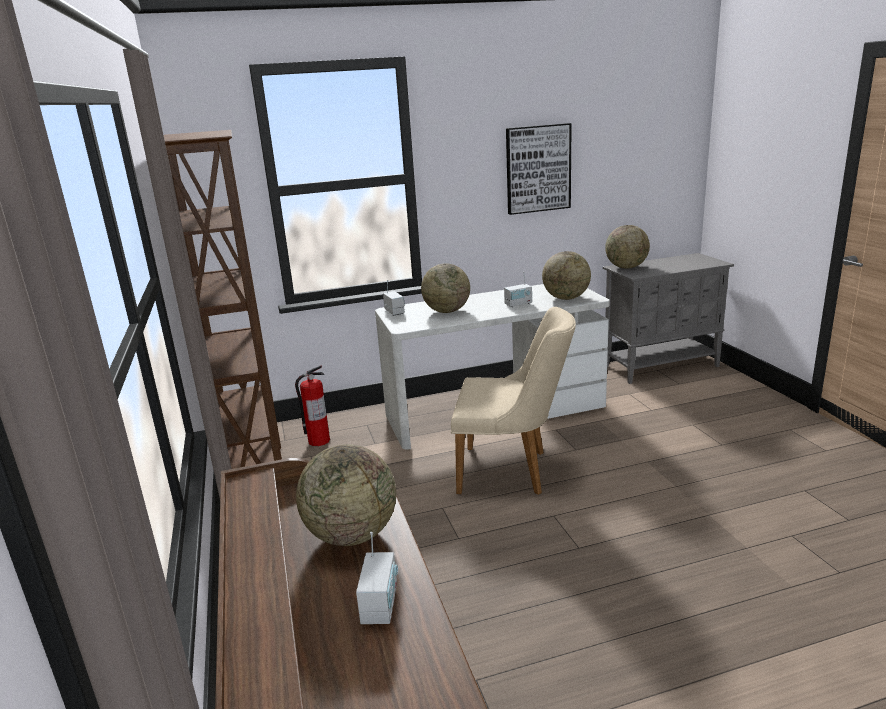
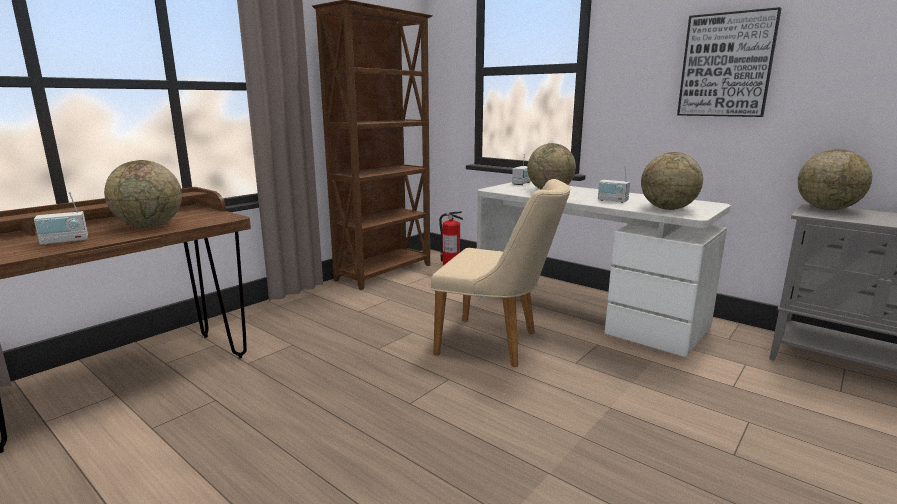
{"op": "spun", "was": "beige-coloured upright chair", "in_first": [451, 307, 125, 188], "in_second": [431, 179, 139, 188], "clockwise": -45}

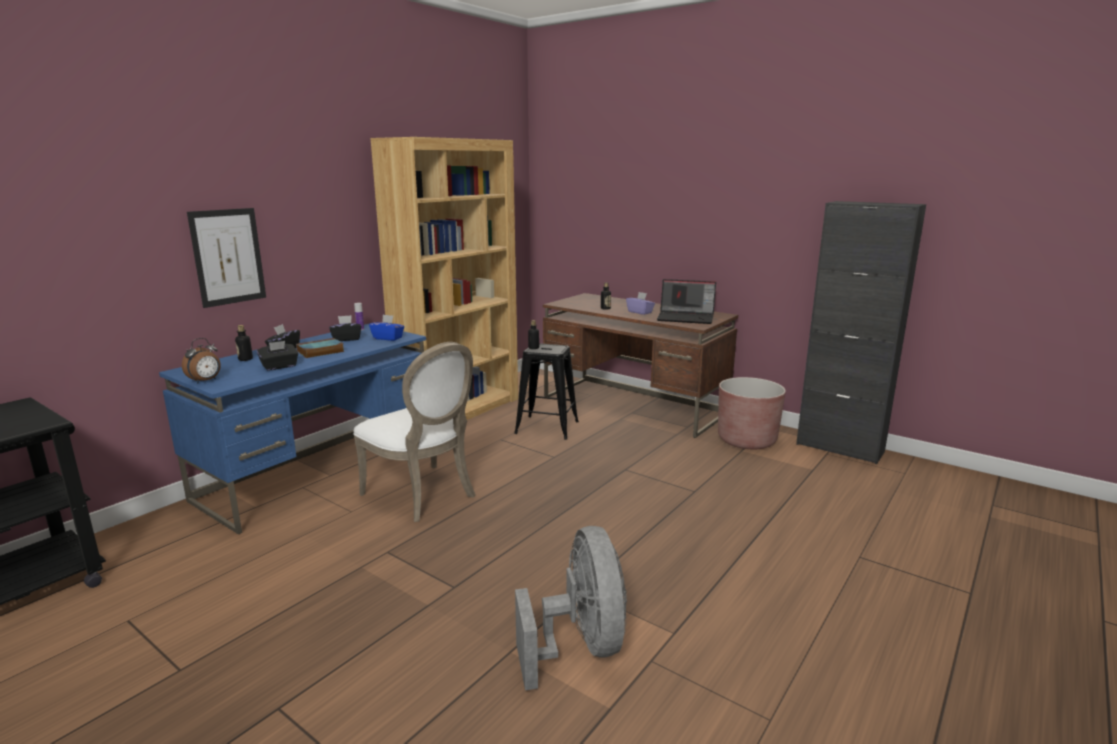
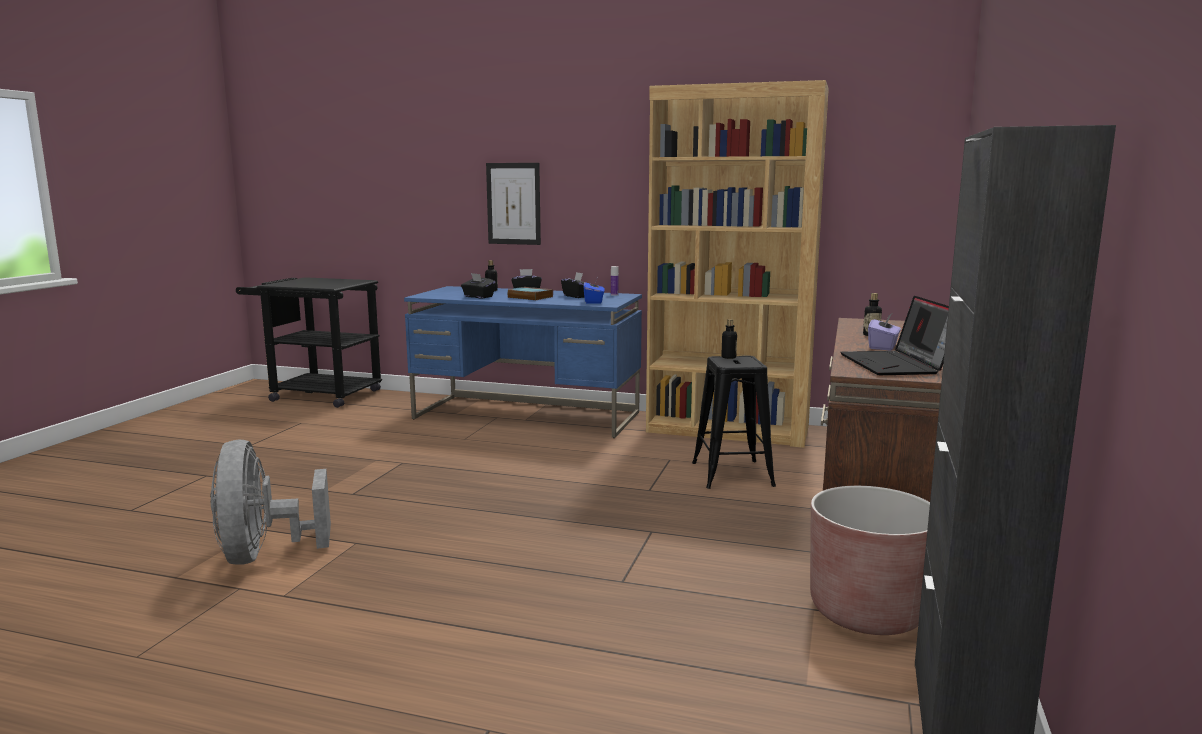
{"op": "spun", "was": "gray cooling fan", "in_first": [515, 526, 112, 164], "in_second": [210, 440, 121, 125], "clockwise": 105}
{"op": "missing", "was": "table clock", "in_first": [182, 338, 39, 46]}
{"op": "missing", "was": "white-coloured upright chair", "in_first": [353, 342, 123, 180]}

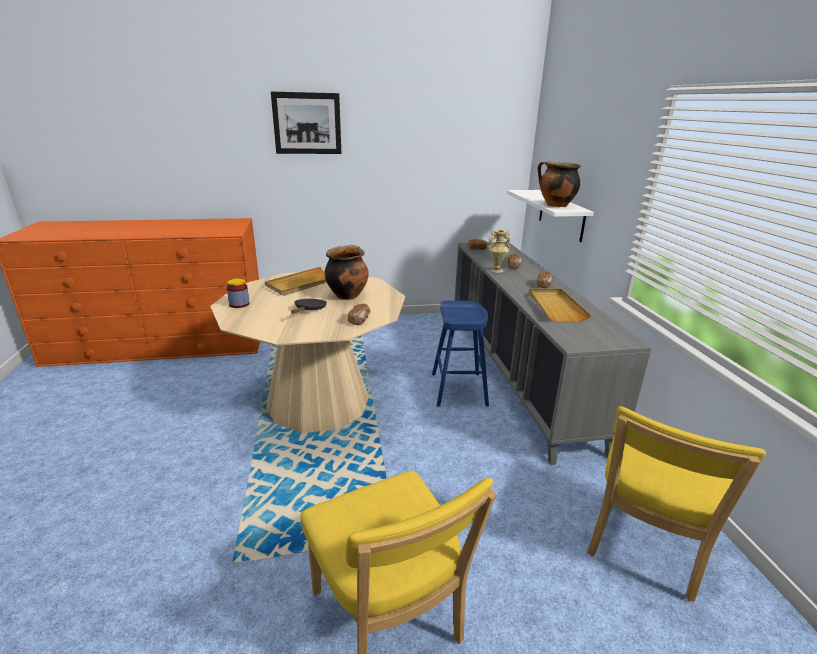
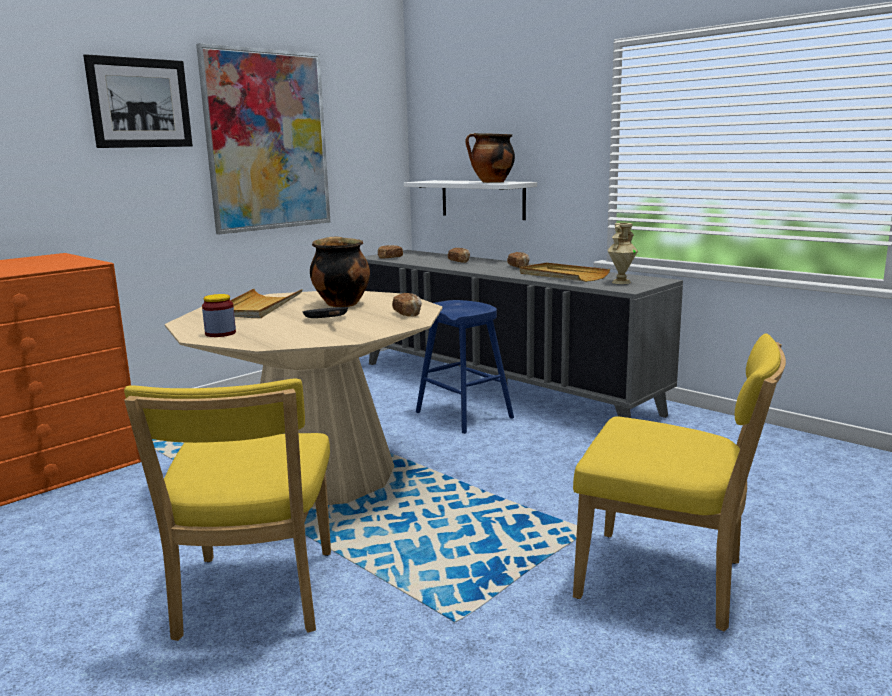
{"op": "relocated", "was": "yellow-coloured upright chair", "in_first": [587, 406, 179, 195], "in_second": [124, 379, 207, 262]}
{"op": "appeared", "now": "wall art", "in_second": [196, 43, 134, 191]}
{"op": "relocated", "was": "beige-coloured flower vase", "in_first": [489, 230, 22, 43], "in_second": [608, 223, 30, 61]}

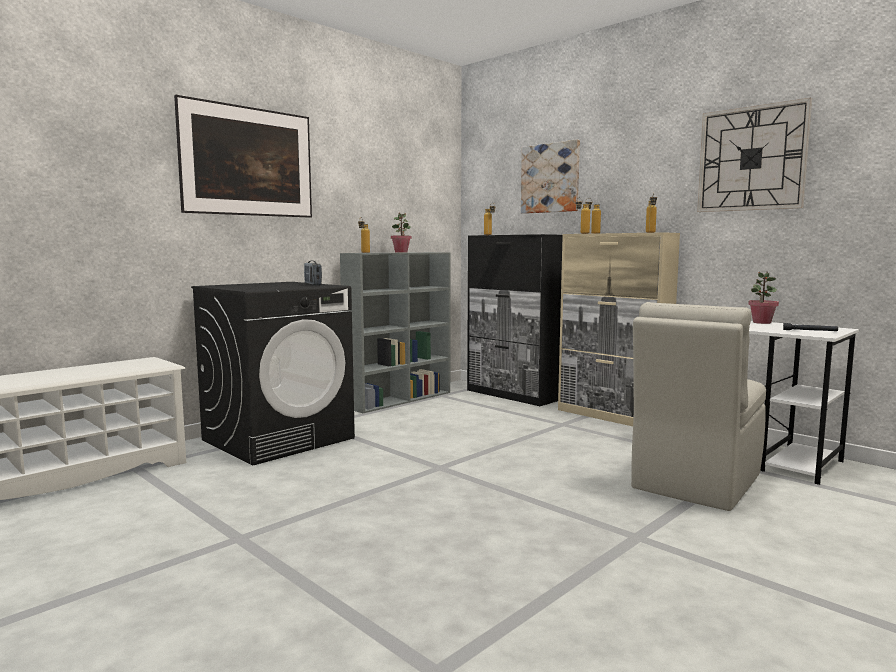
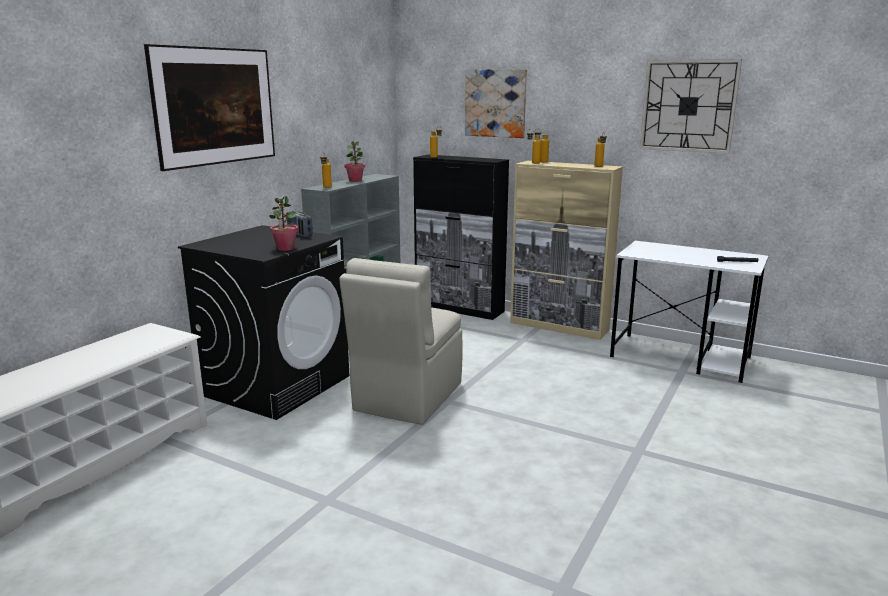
{"op": "relocated", "was": "plant in a pot", "in_first": [748, 272, 31, 52], "in_second": [269, 196, 29, 55]}
{"op": "relocated", "was": "beige-coloured upright chair", "in_first": [631, 302, 135, 209], "in_second": [339, 258, 123, 167]}

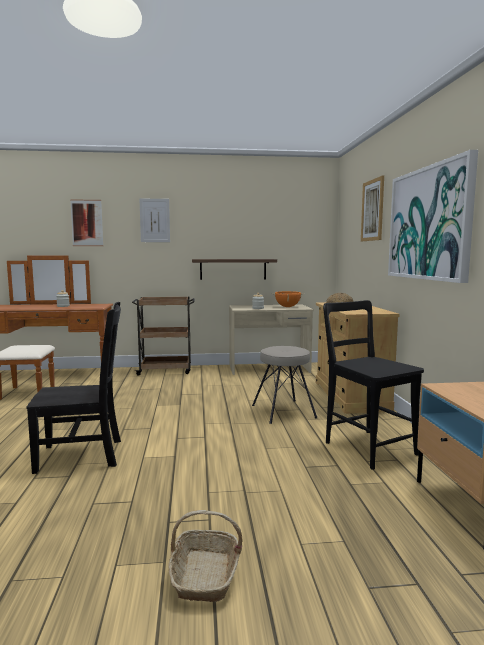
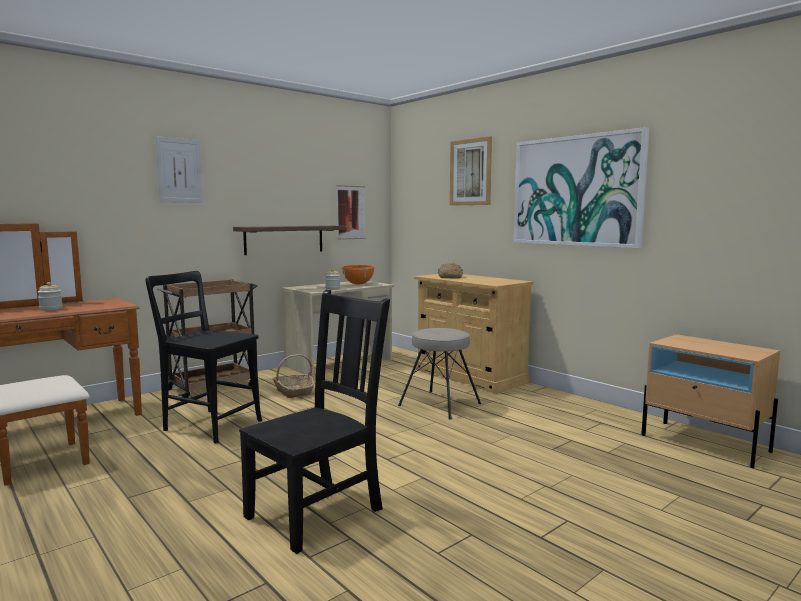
{"op": "relocated", "was": "black-coloured upright chair", "in_first": [323, 300, 101, 170], "in_second": [146, 271, 116, 172]}
{"op": "relocated", "was": "basket", "in_first": [168, 510, 75, 92], "in_second": [273, 355, 41, 43]}
{"op": "relocated", "was": "wall art", "in_first": [70, 199, 33, 47], "in_second": [336, 185, 29, 55]}

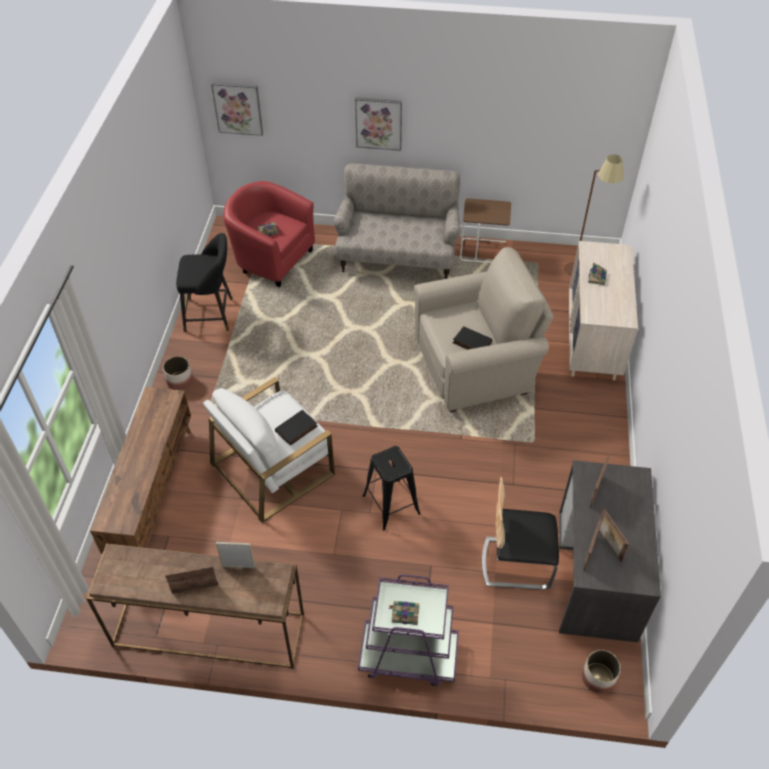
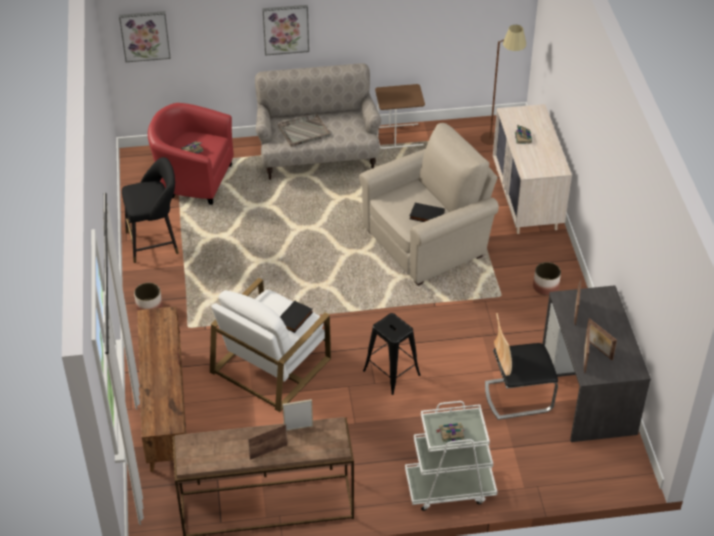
{"op": "appeared", "now": "gray tray", "in_second": [278, 113, 52, 34]}
{"op": "colour", "was": "purple wheeled cart", "now": "white-coloured wheeled cart", "in_first": [358, 574, 101, 112], "in_second": [405, 401, 92, 110]}
{"op": "relocated", "was": "flower pot", "in_first": [582, 650, 39, 44], "in_second": [533, 262, 28, 34]}

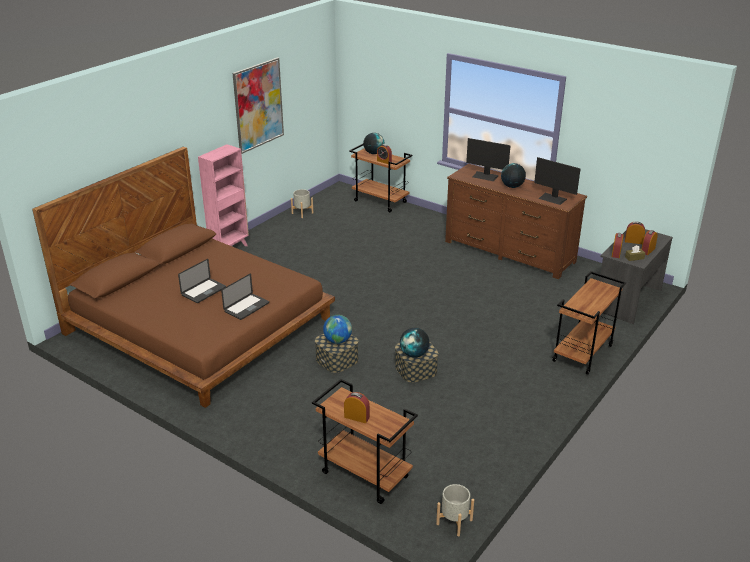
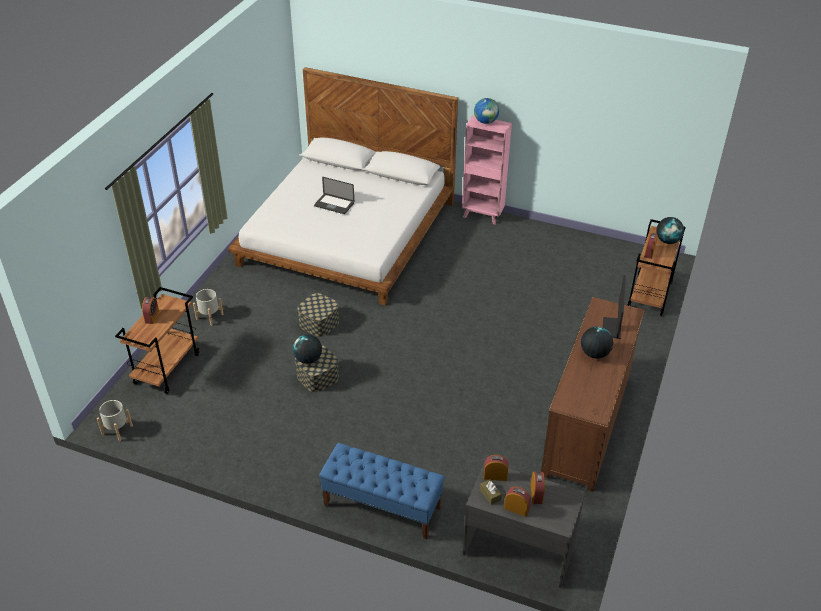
{"op": "relocated", "was": "gray flower pot", "in_first": [291, 189, 22, 29], "in_second": [193, 289, 30, 37]}
{"op": "colour", "was": "brown-coloured bed", "now": "white-coloured bed", "in_first": [32, 147, 303, 261], "in_second": [228, 67, 230, 238]}
{"op": "exchanged", "was": "brown-coloured wheeled cart", "now": "bluish bench", "in_first": [552, 271, 74, 104], "in_second": [319, 443, 126, 96]}
{"op": "relocated", "was": "globe", "in_first": [323, 315, 29, 29], "in_second": [474, 98, 25, 26]}
{"op": "missing", "was": "portable computer", "in_first": [221, 274, 48, 46]}
{"op": "missing", "was": "wall art", "in_first": [233, 57, 51, 97]}
{"op": "missing", "was": "computer display", "in_first": [534, 157, 47, 48]}

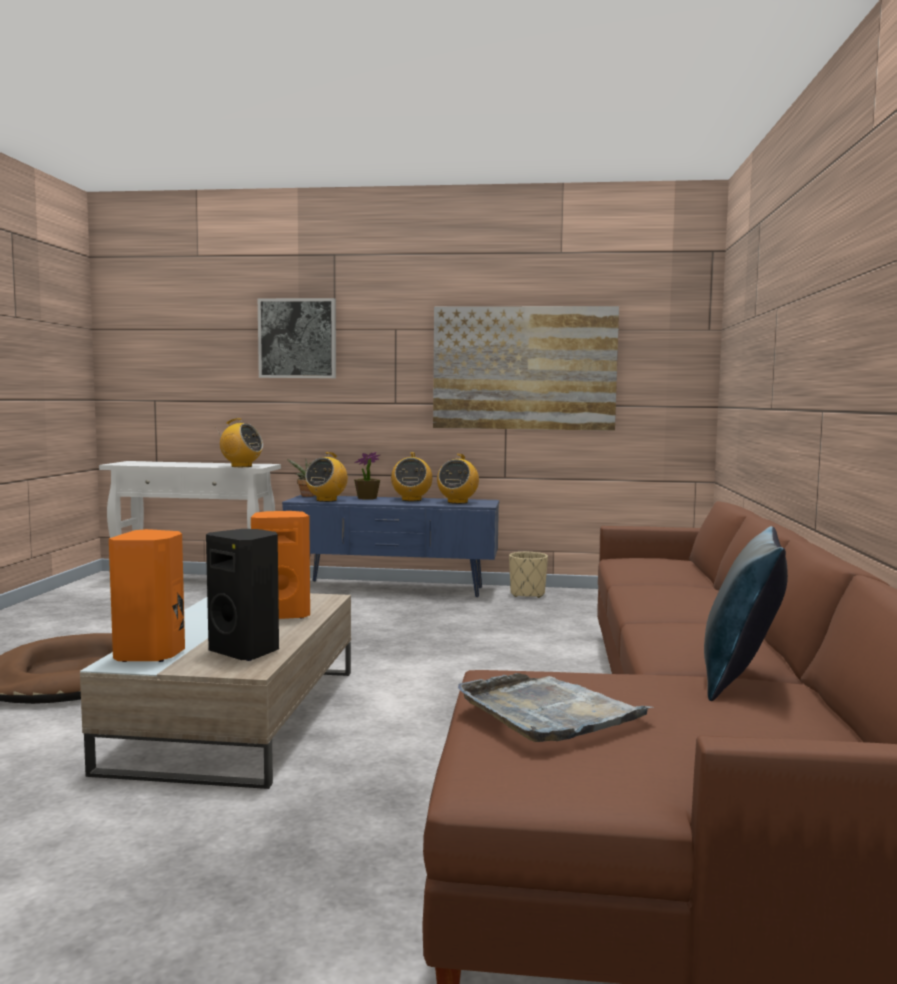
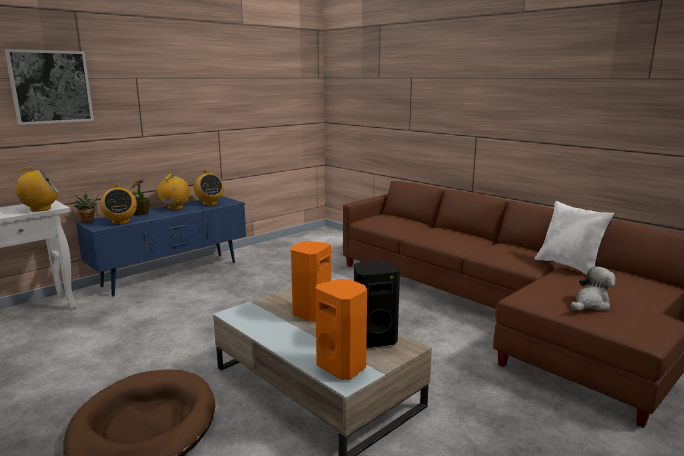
{"op": "spun", "was": "radio receiver", "in_first": [391, 452, 41, 49], "in_second": [158, 174, 32, 36], "clockwise": -120}
{"op": "colour", "was": "bluish cushion", "now": "white-coloured cushion", "in_first": [704, 526, 84, 175], "in_second": [535, 201, 79, 73]}
{"op": "exchanged", "was": "gray tray", "now": "soft toy", "in_first": [458, 673, 197, 69], "in_second": [571, 267, 45, 44]}
{"op": "missing", "was": "wall art", "in_first": [433, 306, 186, 125]}
{"op": "missing", "was": "beige-coloured flower pot", "in_first": [509, 552, 39, 46]}

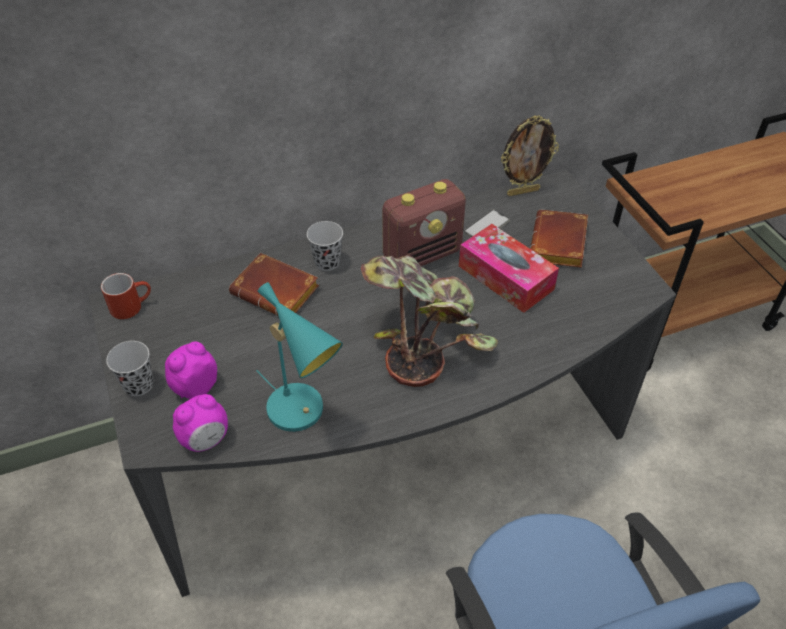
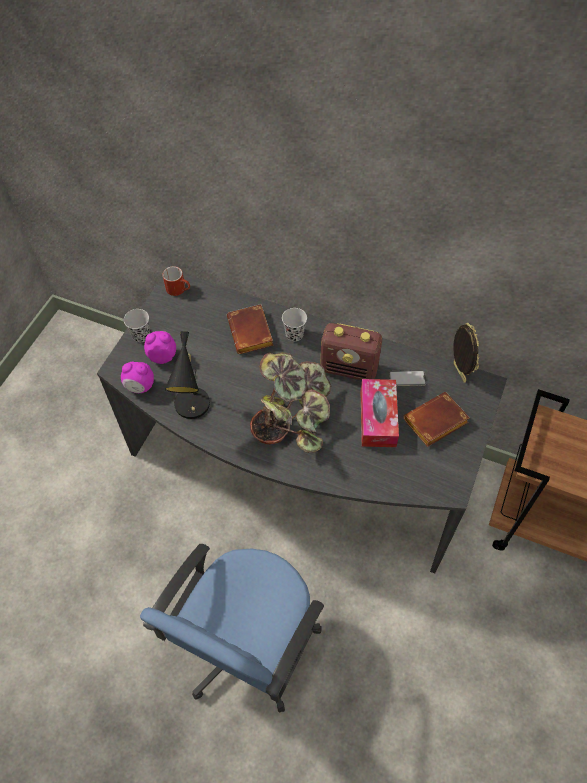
{"op": "colour", "was": "turquoise tabletop lamp", "now": "black-coloured tabletop lamp", "in_first": [256, 282, 87, 150], "in_second": [165, 331, 45, 88]}
{"op": "spun", "was": "photo frame", "in_first": [501, 115, 58, 81], "in_second": [453, 323, 26, 60], "clockwise": -135}

